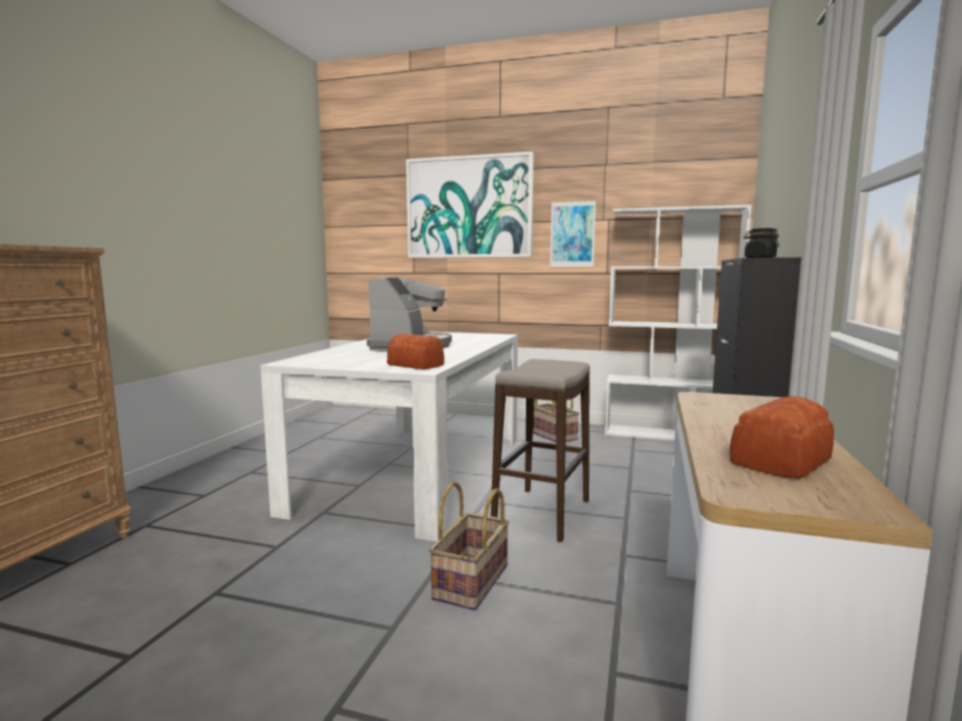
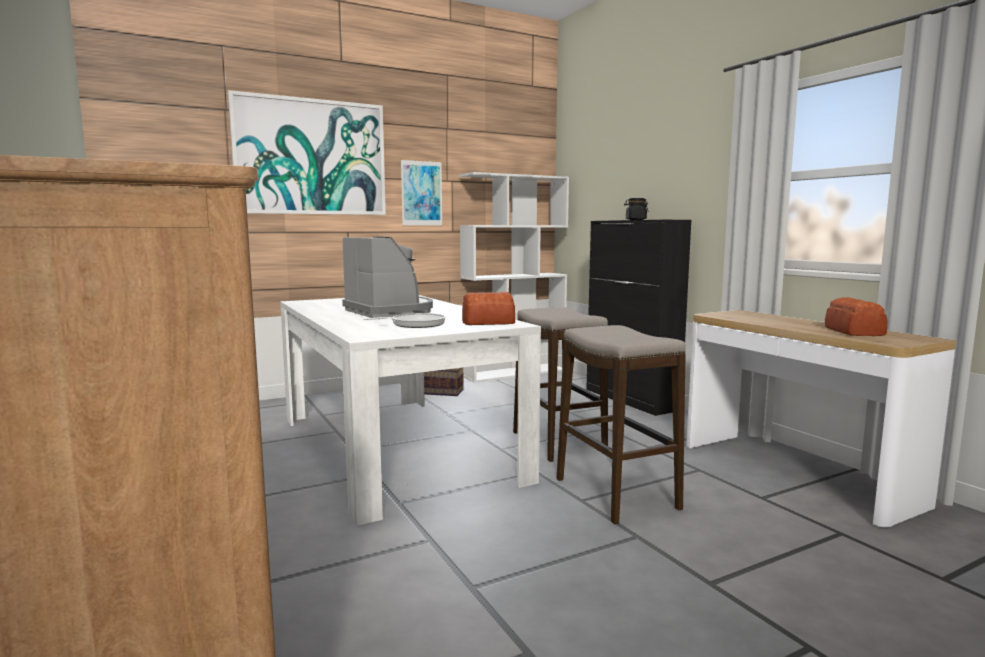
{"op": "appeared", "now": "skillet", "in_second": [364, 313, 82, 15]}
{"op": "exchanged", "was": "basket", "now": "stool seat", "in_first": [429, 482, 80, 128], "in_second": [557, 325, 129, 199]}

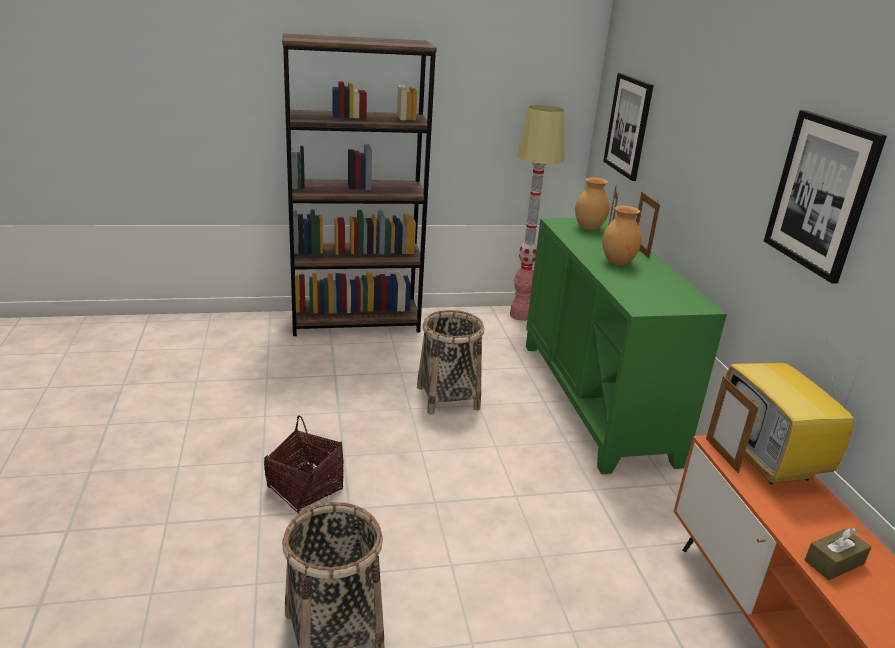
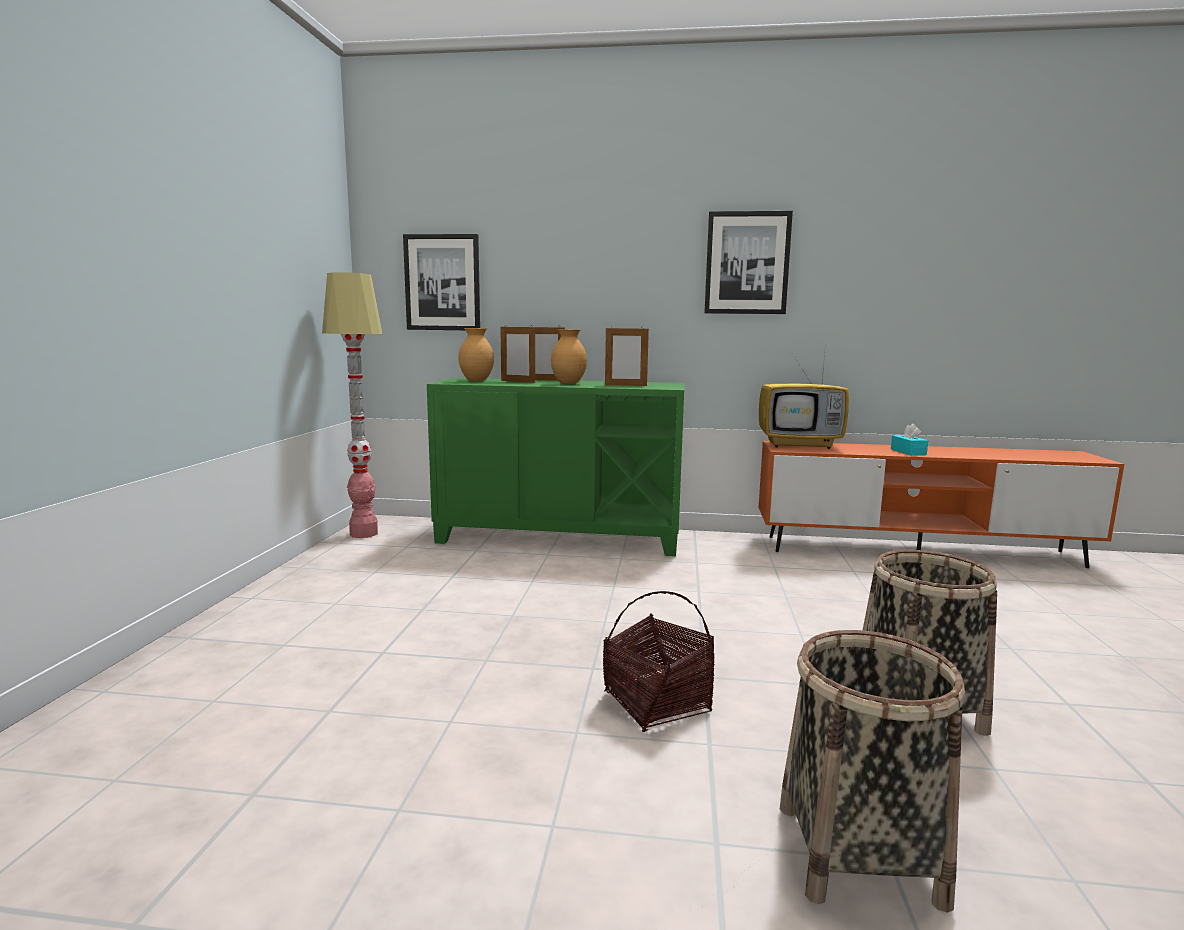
{"op": "relocated", "was": "photo frame", "in_first": [706, 376, 53, 97], "in_second": [605, 326, 44, 60]}
{"op": "relocated", "was": "basket", "in_first": [417, 310, 67, 105], "in_second": [780, 630, 185, 283]}
{"op": "colour", "was": "brown-coloured tissue box", "now": "turquoise tissue box", "in_first": [805, 528, 67, 52], "in_second": [891, 424, 37, 31]}
{"op": "missing", "was": "brown-coloured bookshelf", "in_first": [282, 33, 155, 303]}

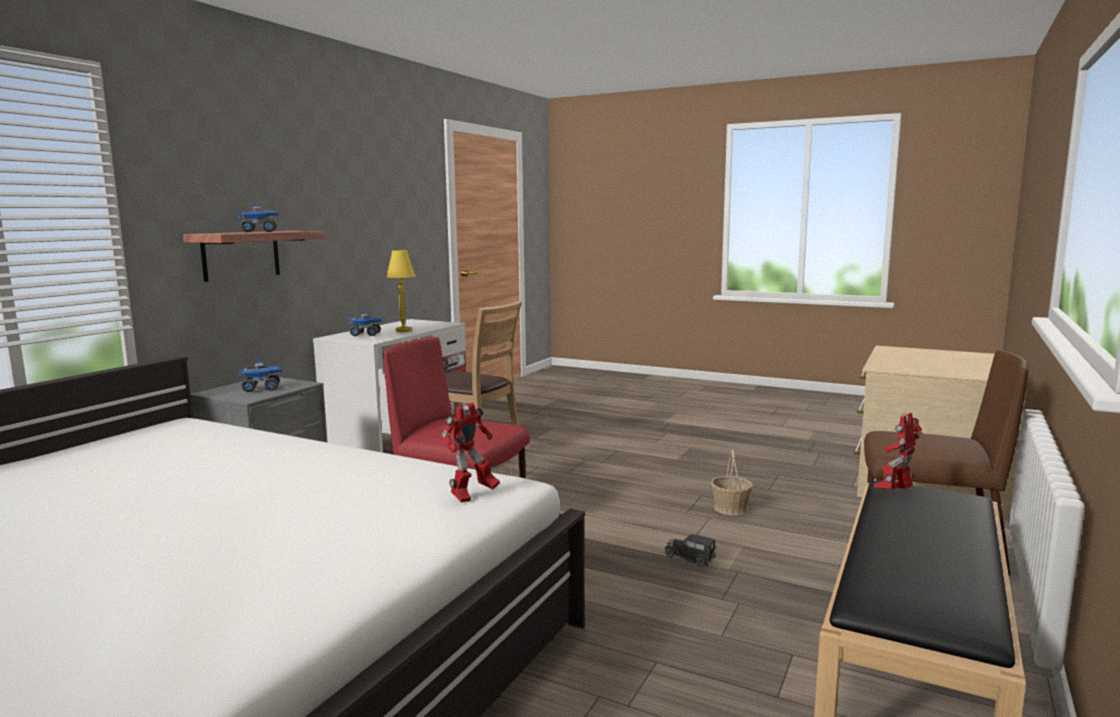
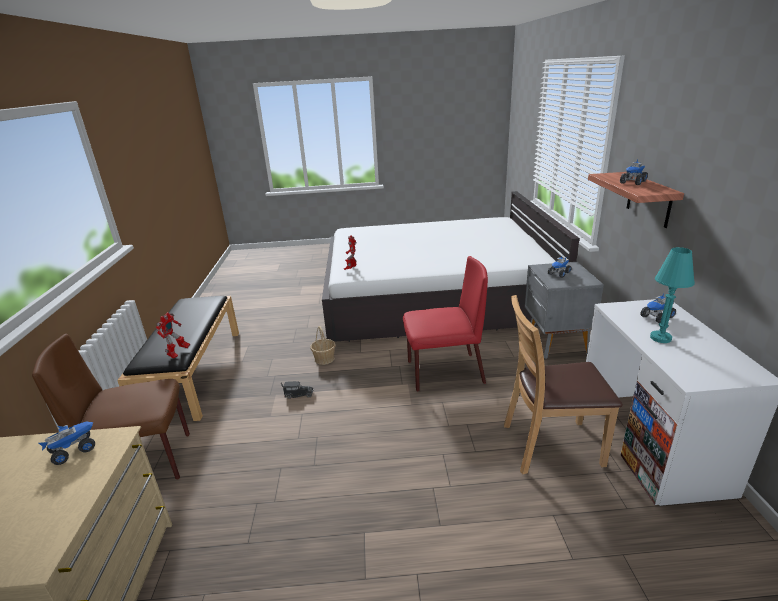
{"op": "appeared", "now": "toy truck", "in_second": [39, 422, 56, 43]}
{"op": "relocated", "was": "basket", "in_first": [711, 450, 42, 65], "in_second": [310, 326, 26, 39]}
{"op": "colour", "was": "yellow-coloured tabletop lamp", "now": "turquoise tabletop lamp", "in_first": [386, 250, 29, 82], "in_second": [650, 247, 45, 96]}

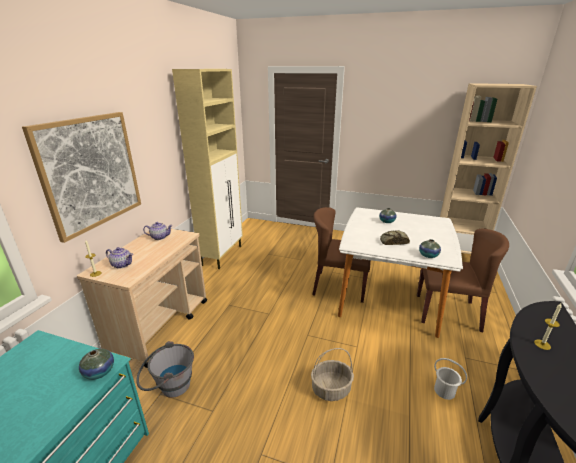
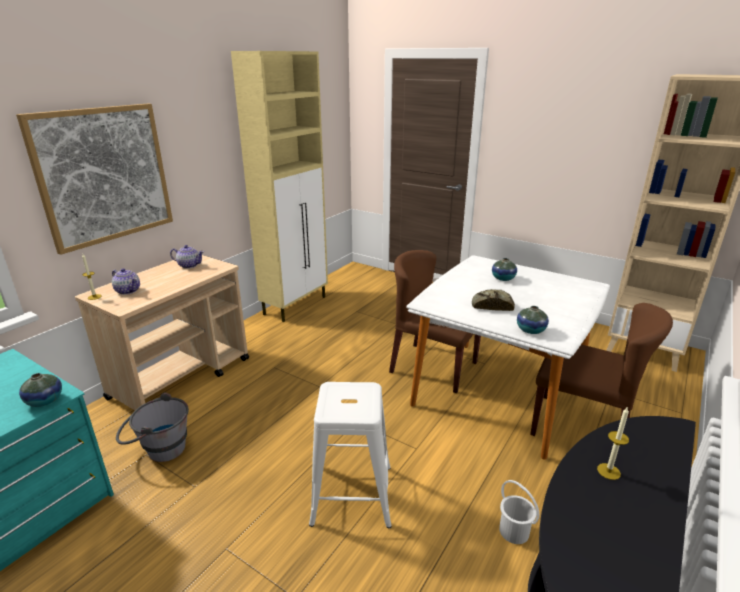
{"op": "exchanged", "was": "basket", "now": "white-coloured stool seat", "in_first": [311, 348, 43, 53], "in_second": [309, 382, 83, 146]}

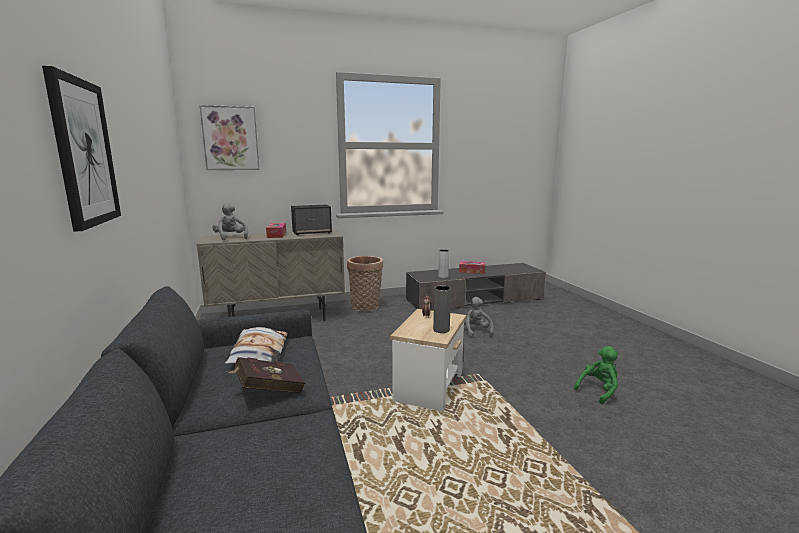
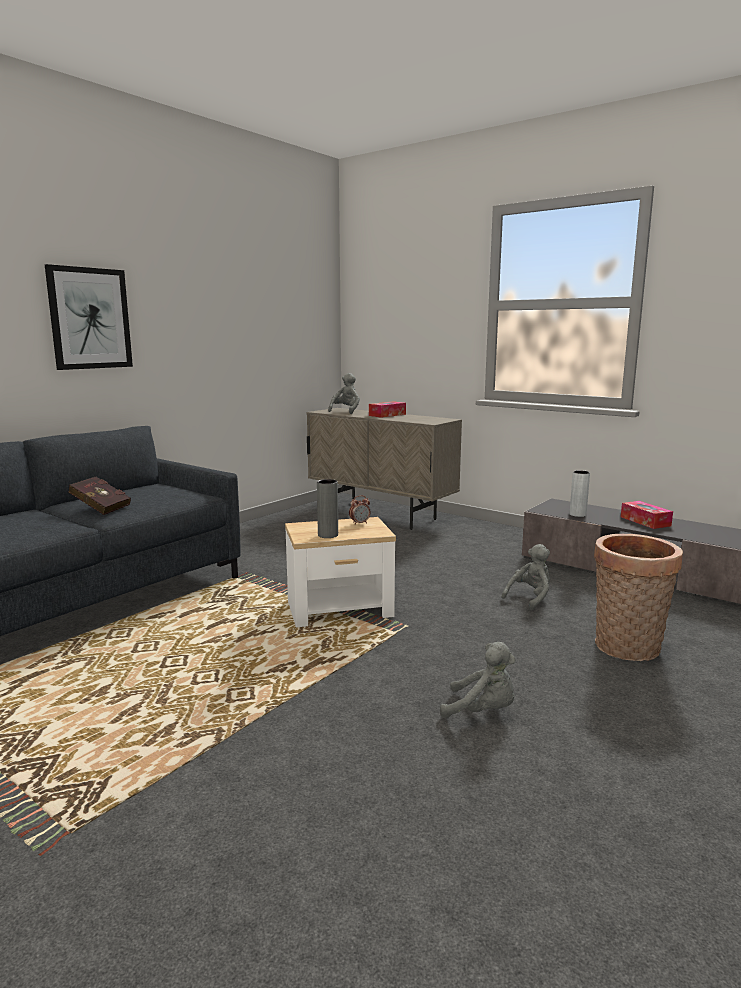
{"op": "colour", "was": "green soft toy", "now": "gray soft toy", "in_first": [574, 346, 44, 58], "in_second": [440, 642, 76, 77]}
{"op": "relocated", "was": "basket", "in_first": [347, 256, 36, 55], "in_second": [594, 534, 89, 127]}
{"op": "missing", "was": "wall art", "in_first": [199, 105, 61, 65]}
{"op": "missing", "was": "cushion", "in_first": [225, 327, 62, 37]}
{"op": "missing", "was": "speaker", "in_first": [291, 204, 41, 31]}

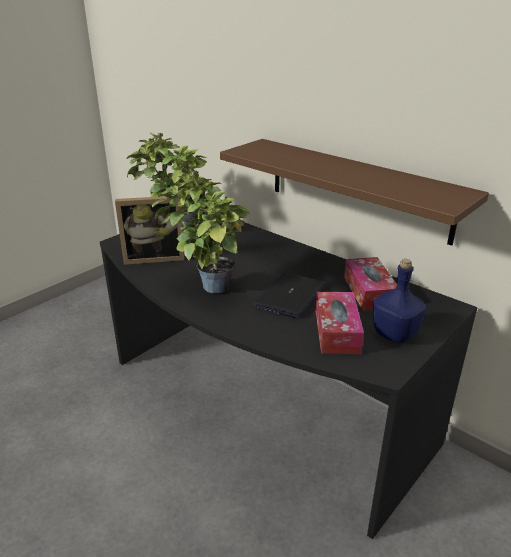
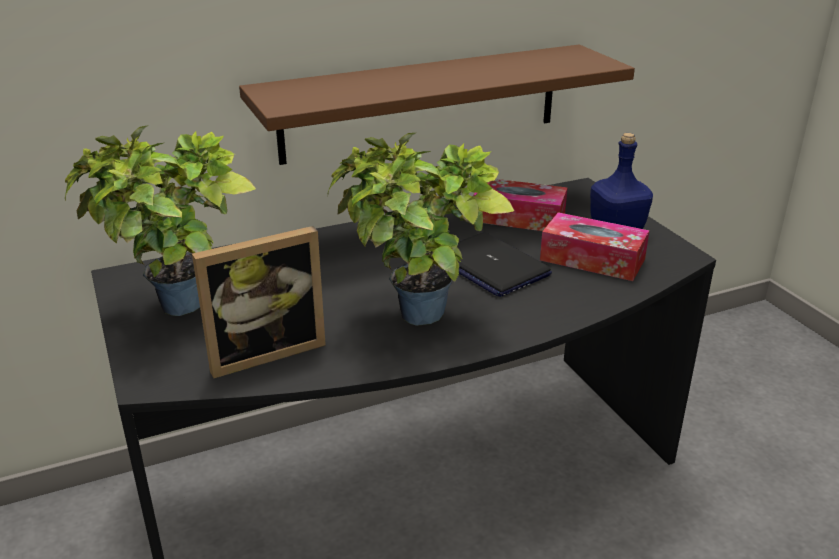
{"op": "spun", "was": "photo frame", "in_first": [115, 196, 69, 69], "in_second": [192, 226, 134, 152], "clockwise": 45}

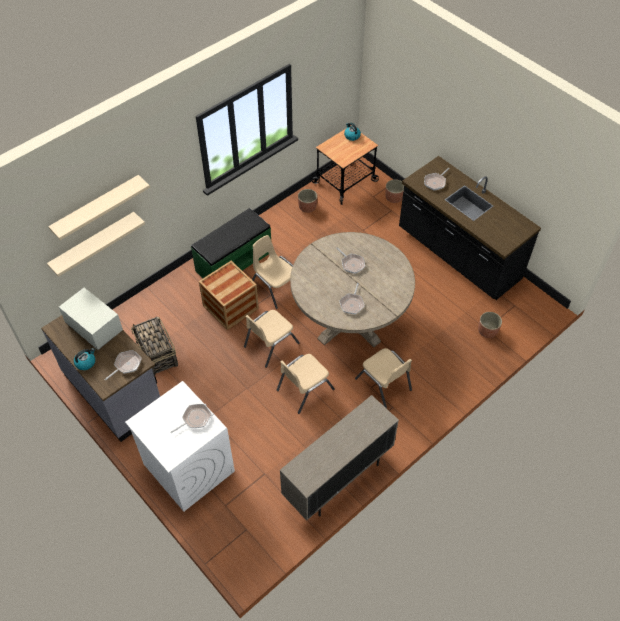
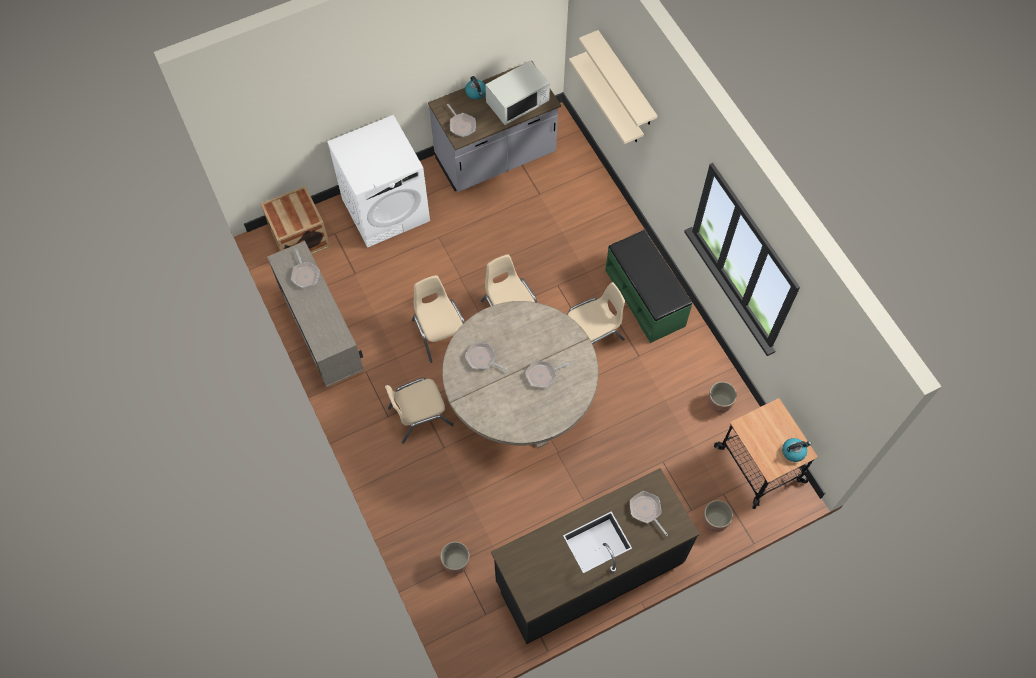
{"op": "relocated", "was": "crate", "in_first": [199, 261, 60, 69], "in_second": [260, 186, 70, 69]}
{"op": "relocated", "was": "skillet", "in_first": [170, 404, 41, 29], "in_second": [291, 249, 29, 39]}
{"op": "missing", "was": "basket", "in_first": [131, 317, 47, 59]}

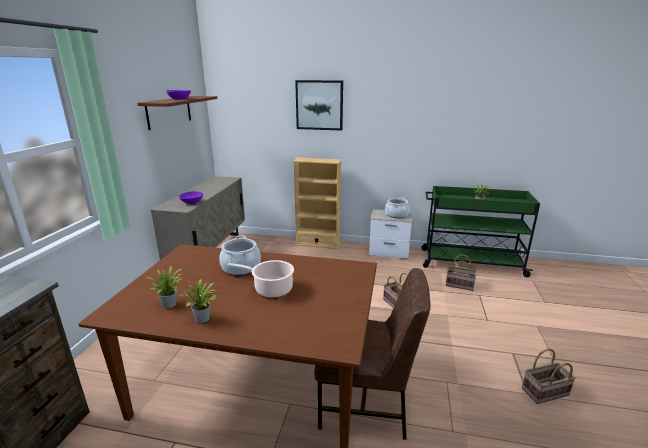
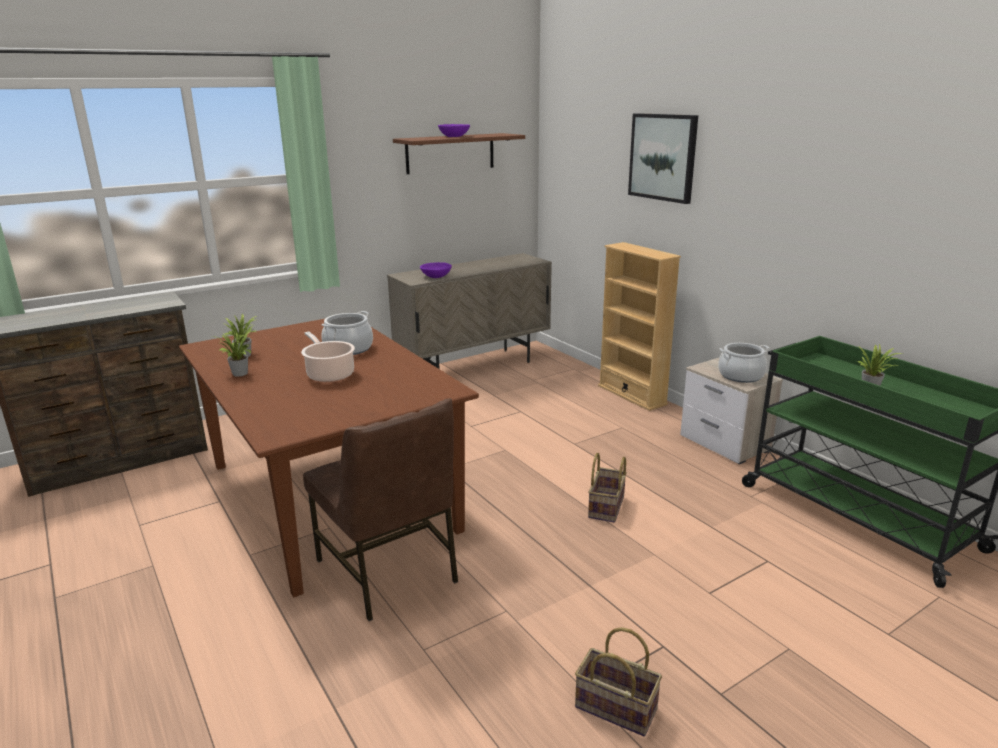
{"op": "missing", "was": "basket", "in_first": [446, 255, 30, 36]}

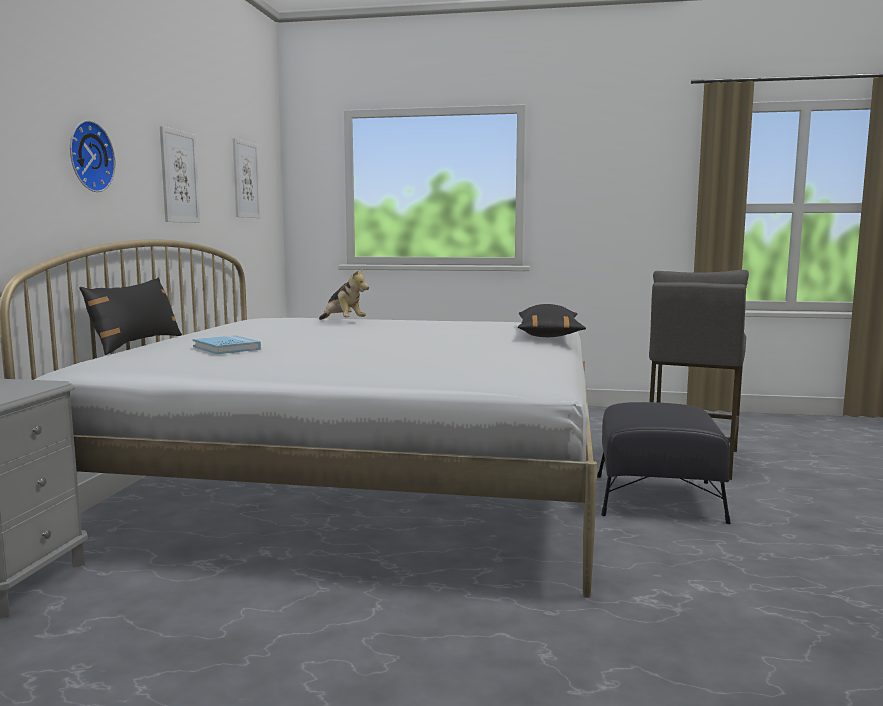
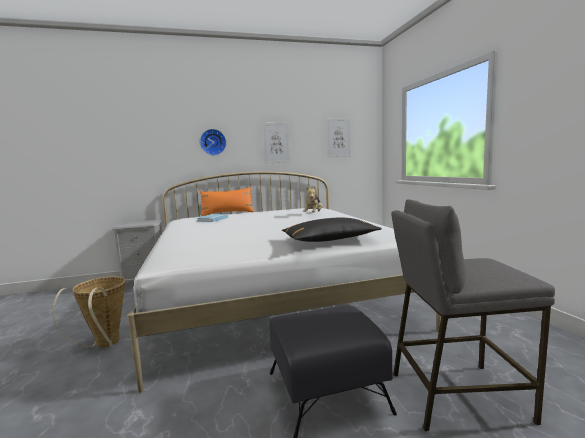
{"op": "appeared", "now": "basket", "in_second": [52, 276, 74, 72]}
{"op": "colour", "was": "black-coloured cushion", "now": "orangey cushion", "in_first": [79, 277, 103, 78], "in_second": [200, 187, 54, 29]}

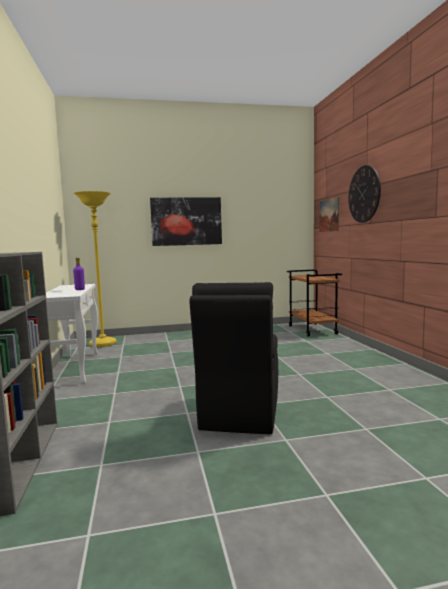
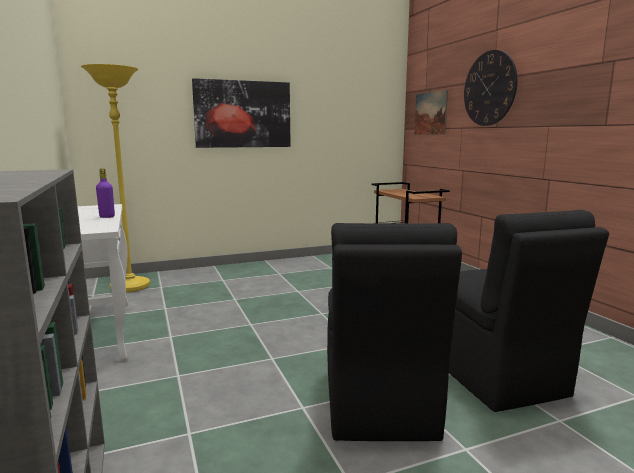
{"op": "appeared", "now": "black-coloured upright chair", "in_second": [449, 210, 160, 202]}

